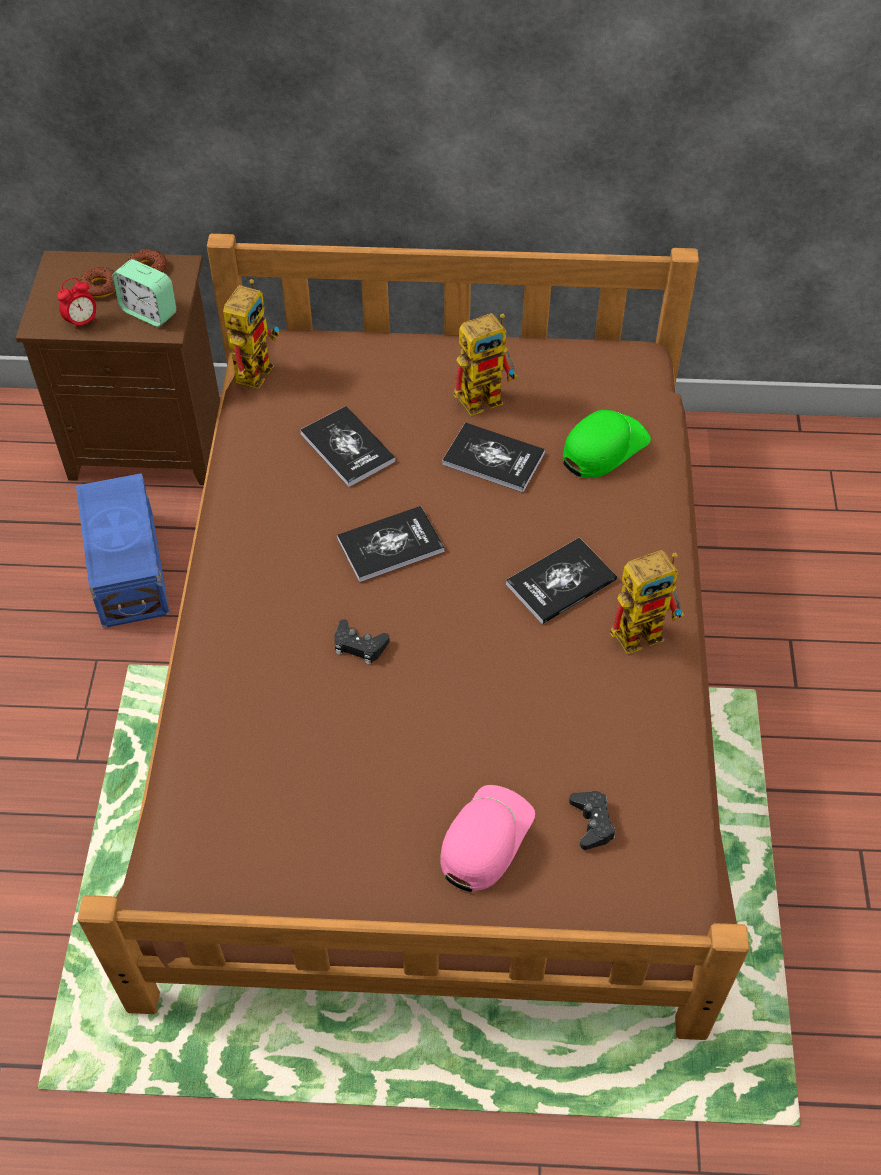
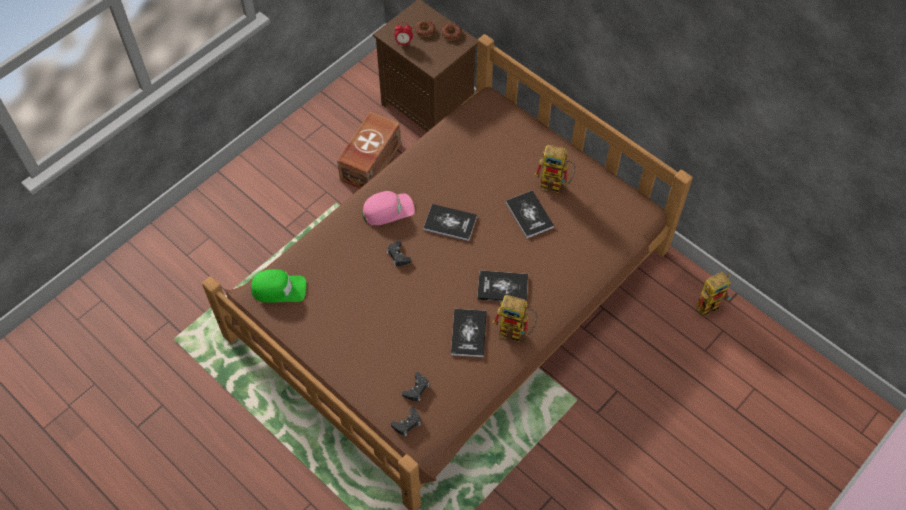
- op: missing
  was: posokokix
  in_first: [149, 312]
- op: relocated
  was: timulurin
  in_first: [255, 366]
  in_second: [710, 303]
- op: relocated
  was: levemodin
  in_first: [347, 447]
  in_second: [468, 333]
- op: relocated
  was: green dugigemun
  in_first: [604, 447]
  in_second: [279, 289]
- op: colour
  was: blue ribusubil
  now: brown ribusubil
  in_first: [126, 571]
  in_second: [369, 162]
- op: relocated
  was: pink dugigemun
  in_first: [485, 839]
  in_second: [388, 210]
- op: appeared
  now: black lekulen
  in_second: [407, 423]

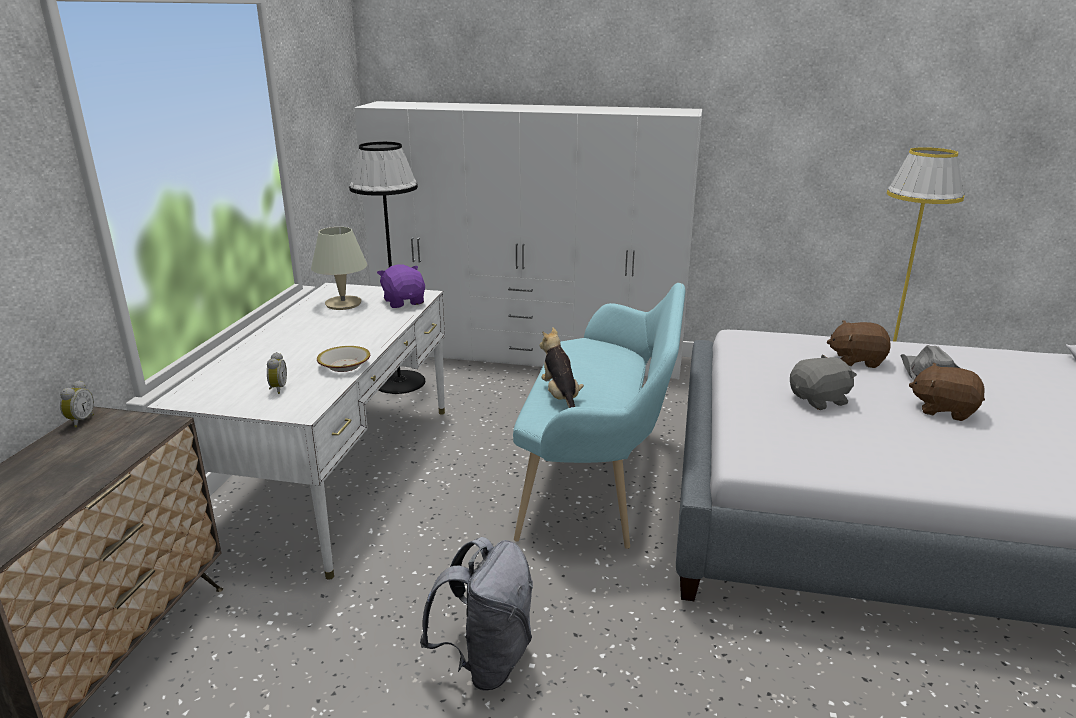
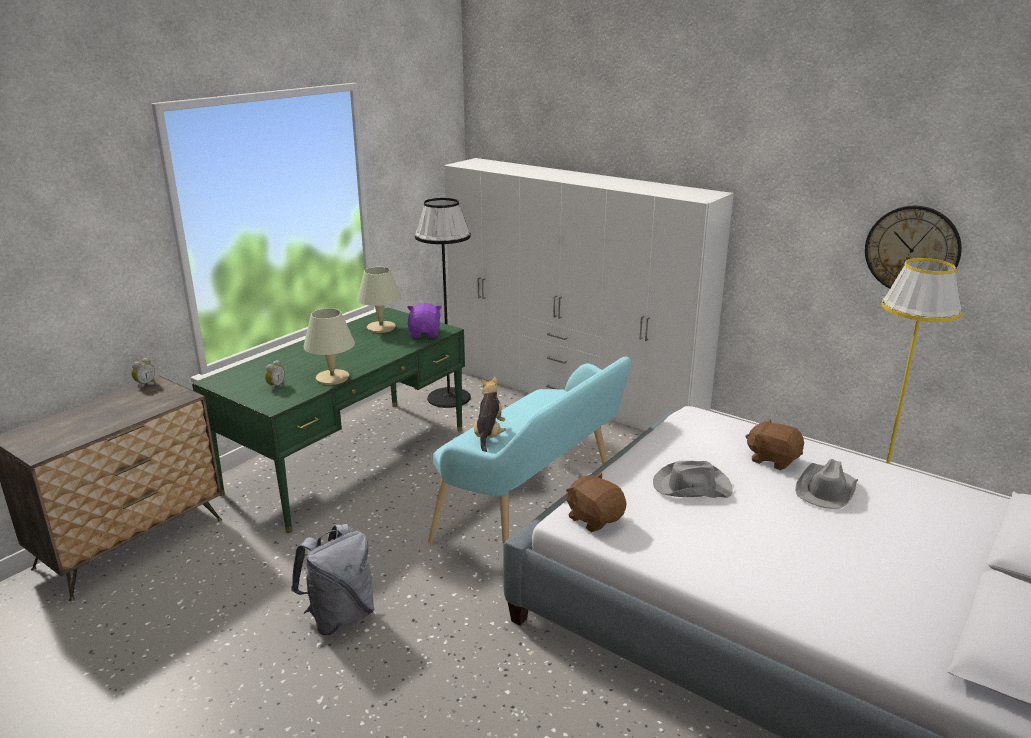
- op: colour
  was: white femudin
  now: green femudin
  in_first: [337, 474]
  in_second: [348, 460]
- op: exchanged
  was: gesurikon
  now: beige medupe
  in_first: [344, 366]
  in_second: [332, 378]
- op: exchanged
  was: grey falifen
  now: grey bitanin
  in_first: [819, 400]
  in_second: [691, 486]
- op: relocated
  was: brown falifen
  in_first: [943, 409]
  in_second: [594, 518]
- op: appeared
  now: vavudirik
  in_second: [912, 249]

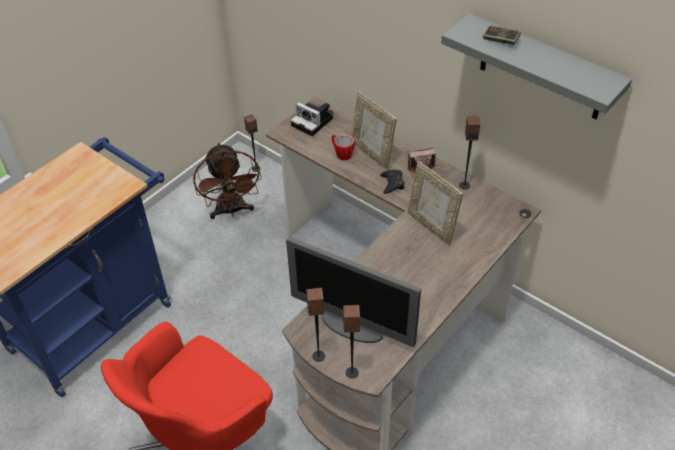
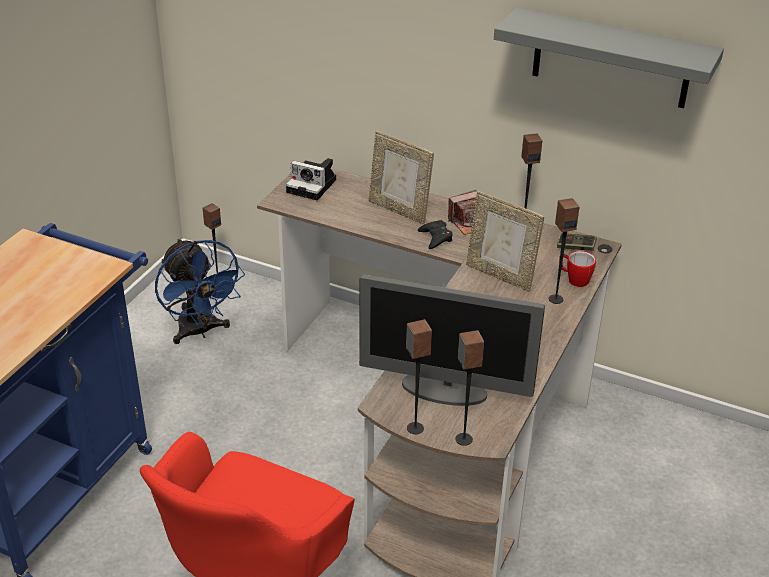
- op: relocated
  was: lekulen
  in_first: [500, 41]
  in_second: [575, 247]
- op: relocated
  was: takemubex
  in_first: [341, 154]
  in_second: [574, 279]
- op: colour
  was: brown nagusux
  now: blue nagusux
  in_first: [231, 211]
  in_second: [200, 331]
- op: appeared
  now: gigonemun
  in_second: [555, 299]

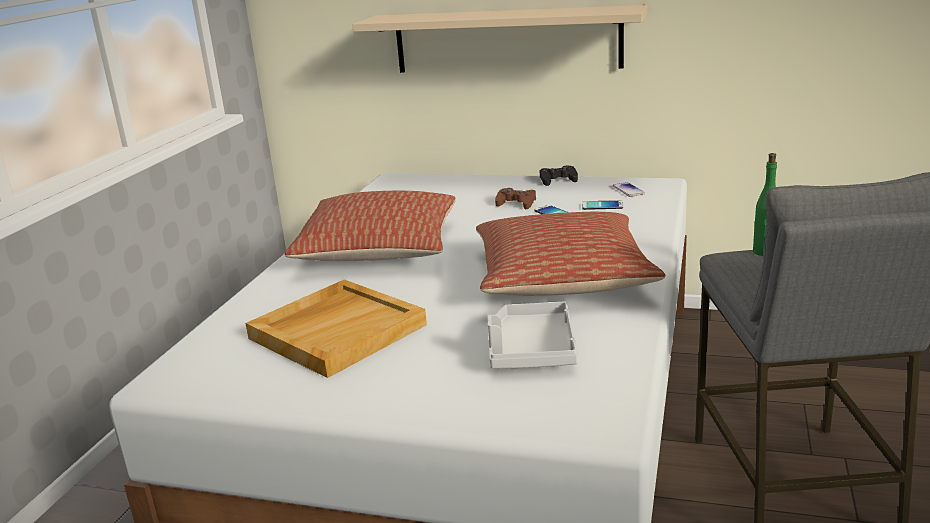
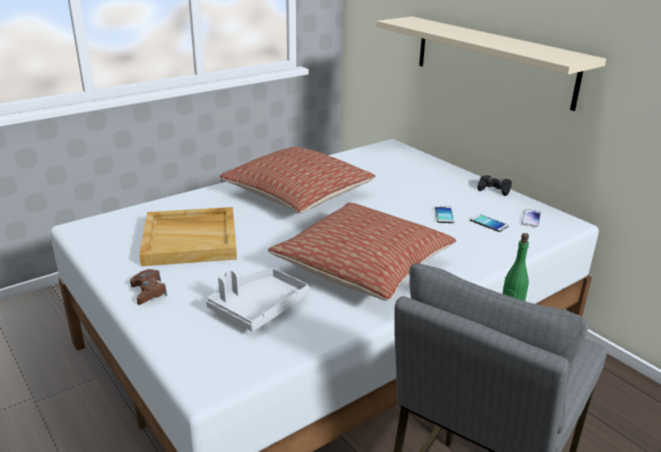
- op: relocated
  was: brown lekulen
  in_first: [516, 203]
  in_second: [149, 291]

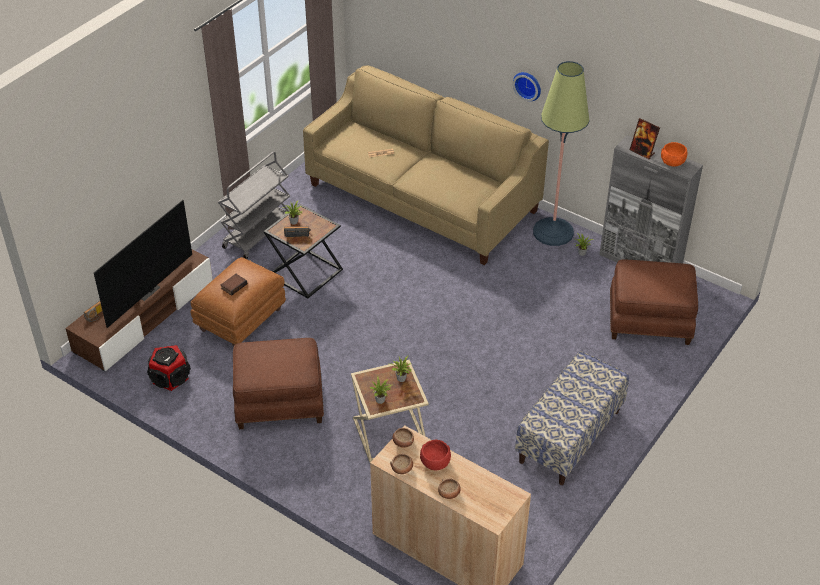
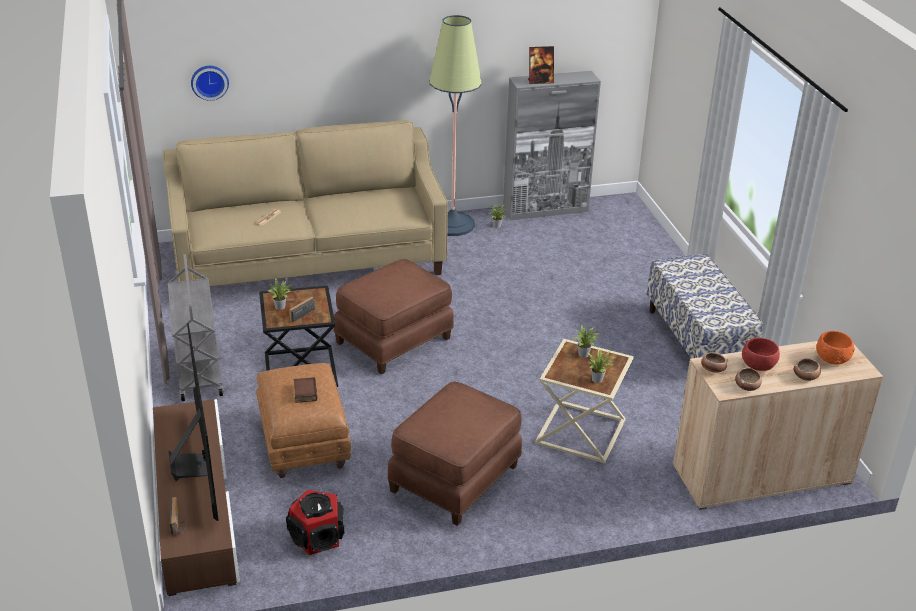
- op: relocated
  was: vavudirik
  in_first: [528, 85]
  in_second: [209, 81]
- op: relocated
  was: orange gesurikon
  in_first: [673, 162]
  in_second: [832, 358]
- op: relocated
  was: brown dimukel
  in_first: [649, 322]
  in_second: [394, 341]

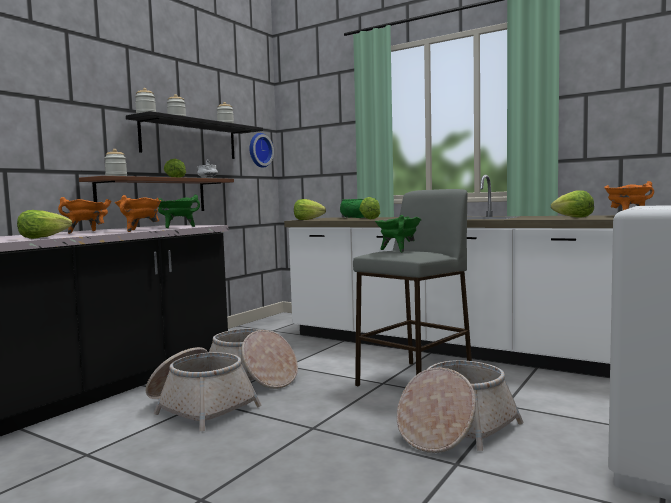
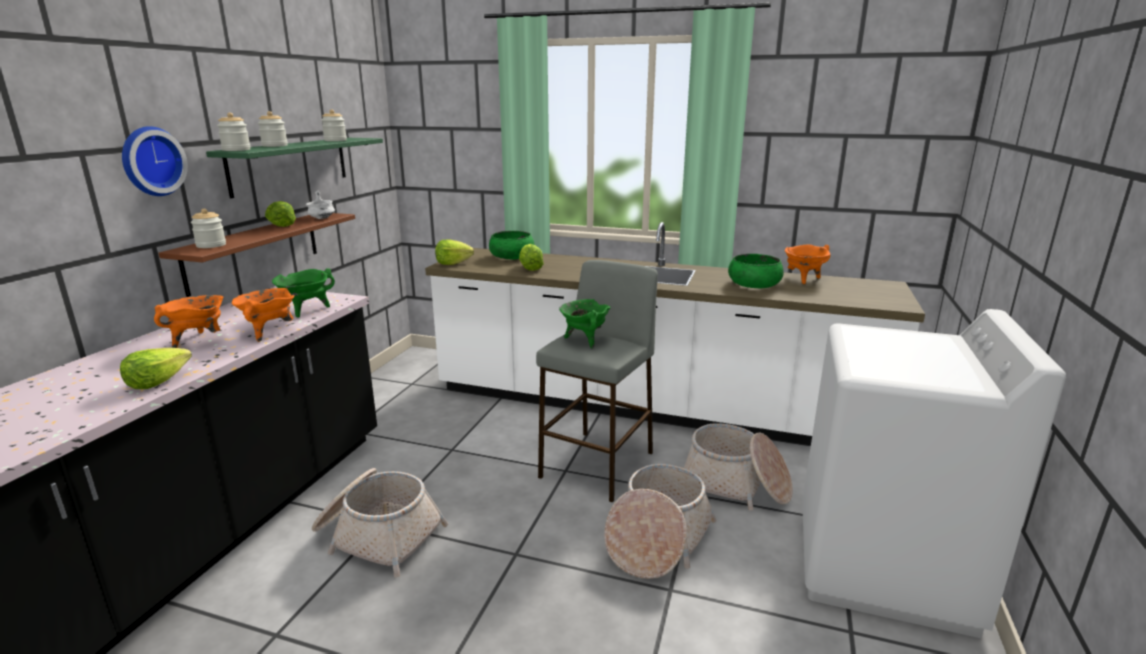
- op: colour
  was: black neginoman
  now: green neginoman
  in_first: [190, 139]
  in_second: [290, 165]
- op: relocated
  was: vavudirik
  in_first: [259, 150]
  in_second: [150, 161]
- op: exchanged
  was: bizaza
  now: green gesurikon
  in_first: [573, 217]
  in_second: [754, 284]
- op: relocated
  was: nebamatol
  in_first: [251, 379]
  in_second: [735, 485]

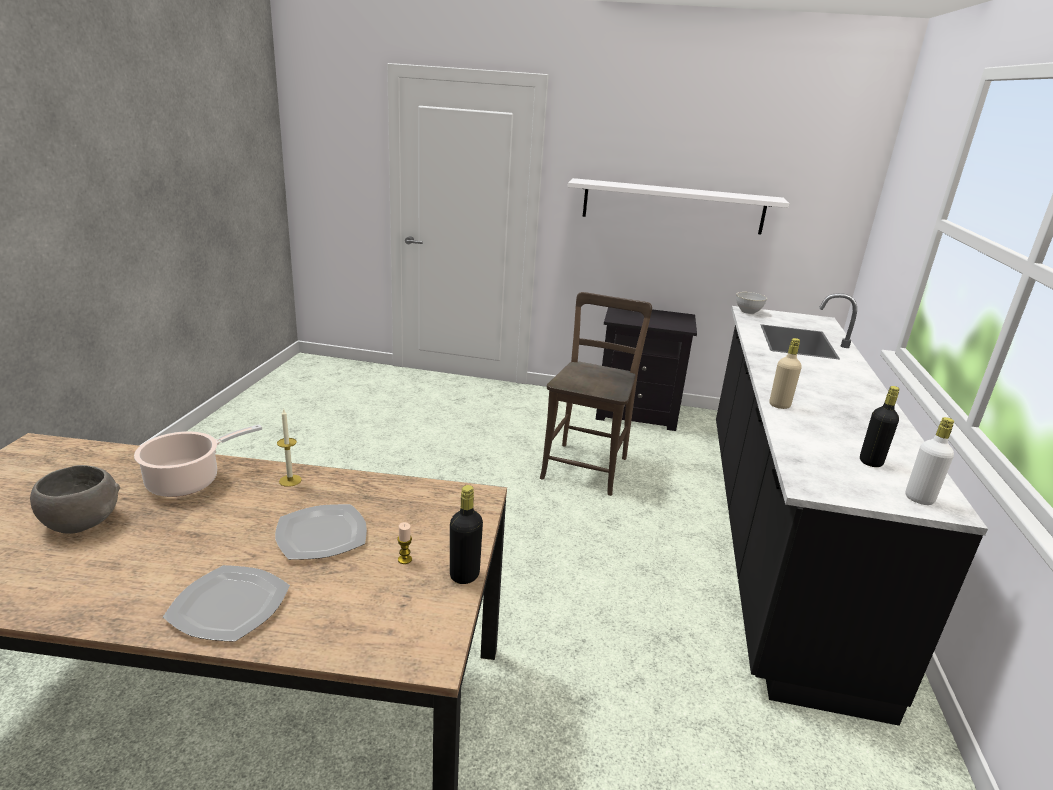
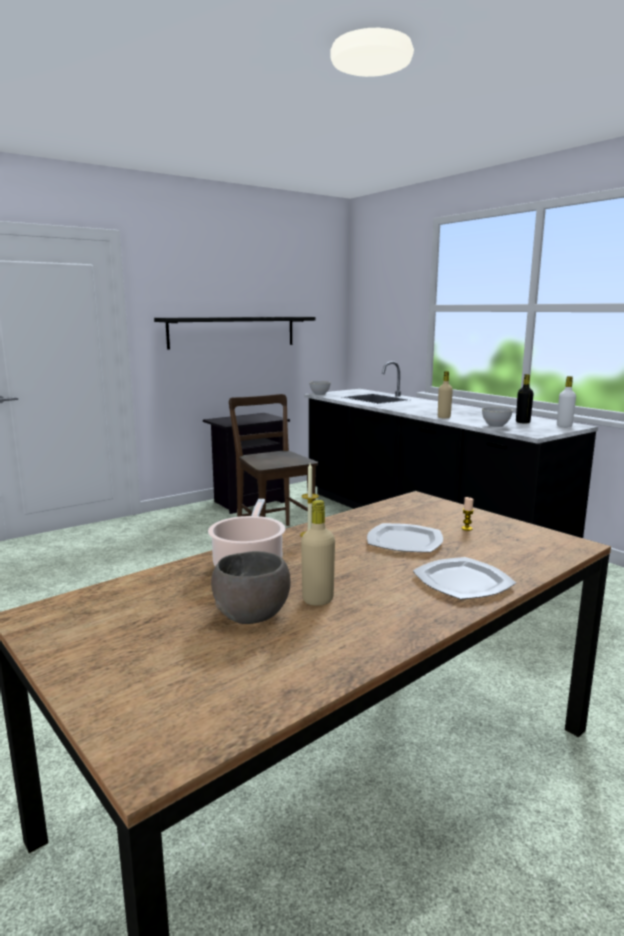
- op: colour
  was: white neginoman
  now: black neginoman
  in_first: [673, 206]
  in_second: [233, 332]
- op: missing
  was: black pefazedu
  in_first: [464, 575]
- op: appeared
  now: grey gesurikon
  in_second: [495, 425]
- op: appeared
  now: beige pefazedu
  in_second: [318, 600]

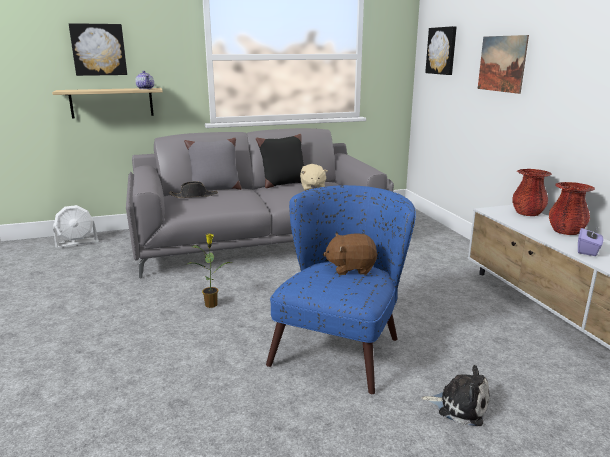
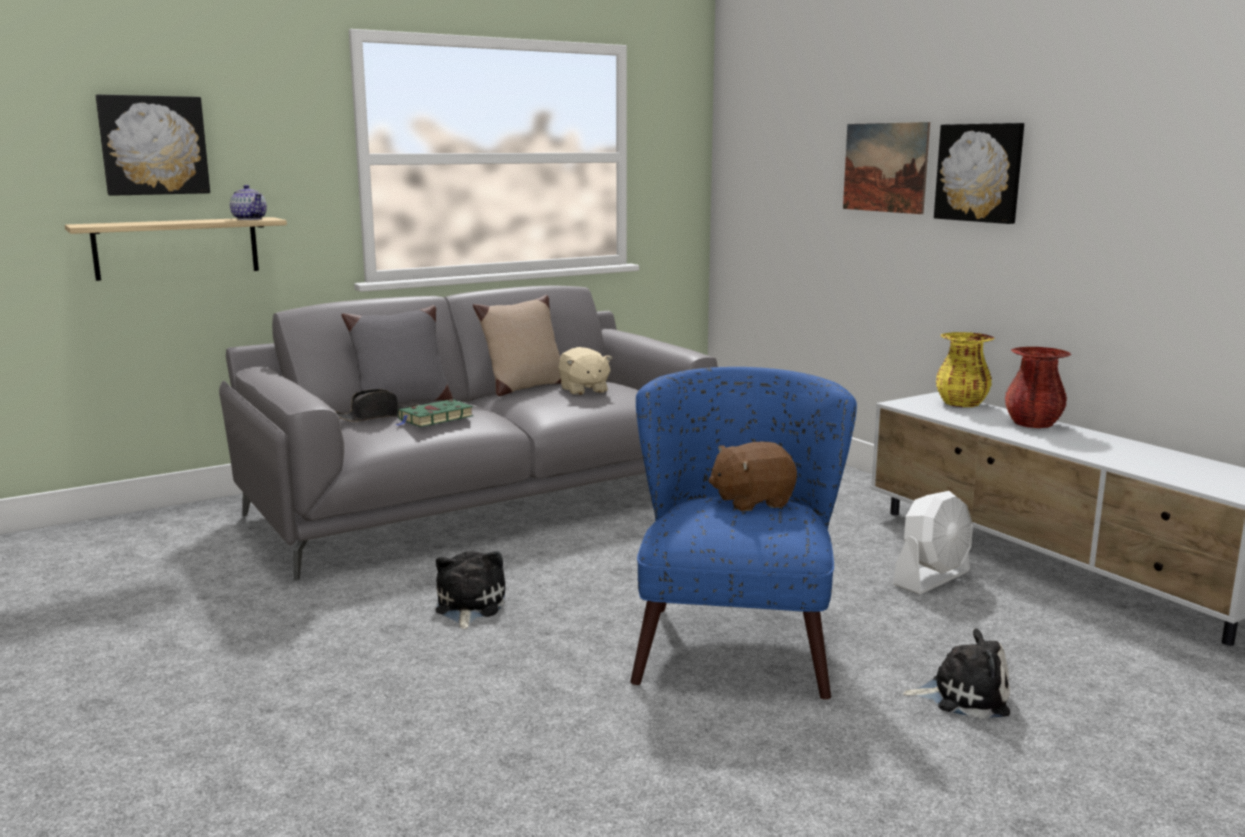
- op: relocated
  was: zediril
  in_first: [442, 51]
  in_second: [980, 172]
- op: colour
  was: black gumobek
  now: beige gumobek
  in_first: [283, 184]
  in_second: [524, 388]
- op: colour
  was: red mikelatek
  now: yellow mikelatek
  in_first: [527, 213]
  in_second: [961, 404]
- op: relocated
  was: white nagusux
  in_first: [77, 243]
  in_second: [932, 578]
- op: missing
  was: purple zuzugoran
  in_first: [588, 251]
- op: exchanged
  was: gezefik
  now: falifen
  in_first: [211, 304]
  in_second: [468, 606]
- op: appeared
  now: green levemodin
  in_second: [434, 418]

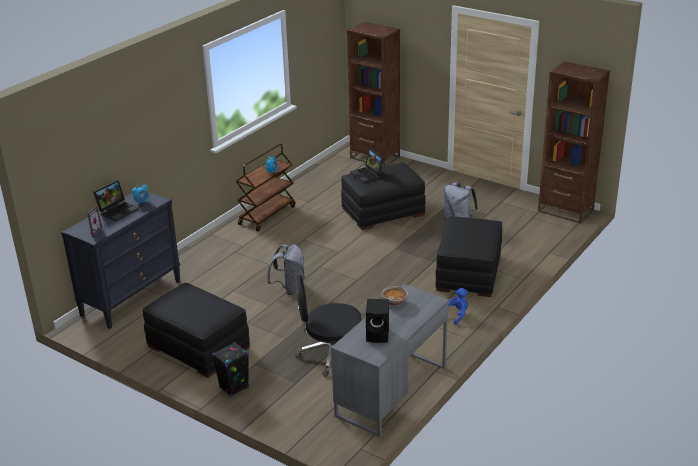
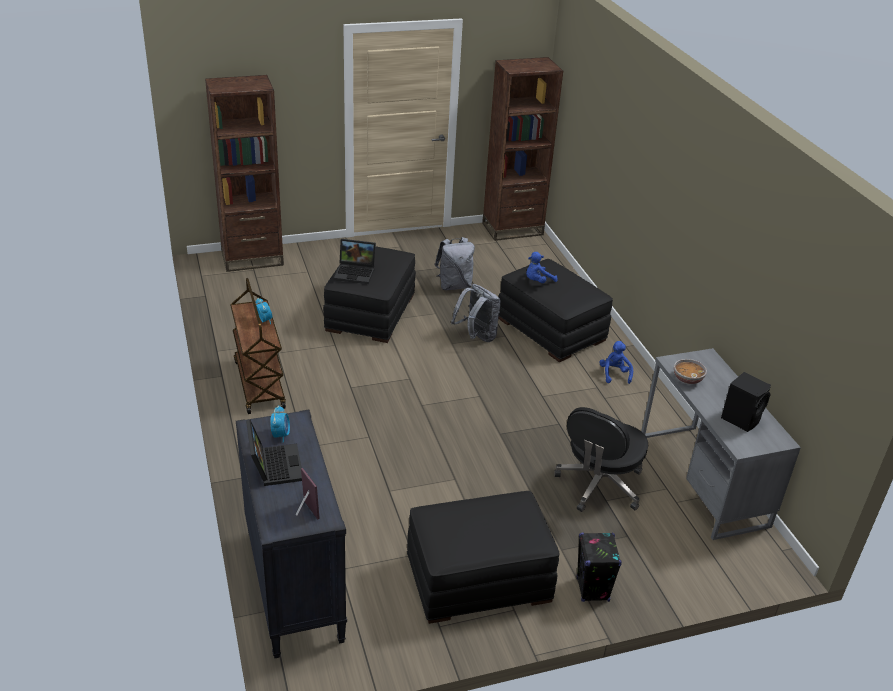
- op: relocated
  was: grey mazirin
  in_first: [289, 288]
  in_second: [476, 337]
- op: appeared
  now: blue falifen
  in_second: [538, 281]

